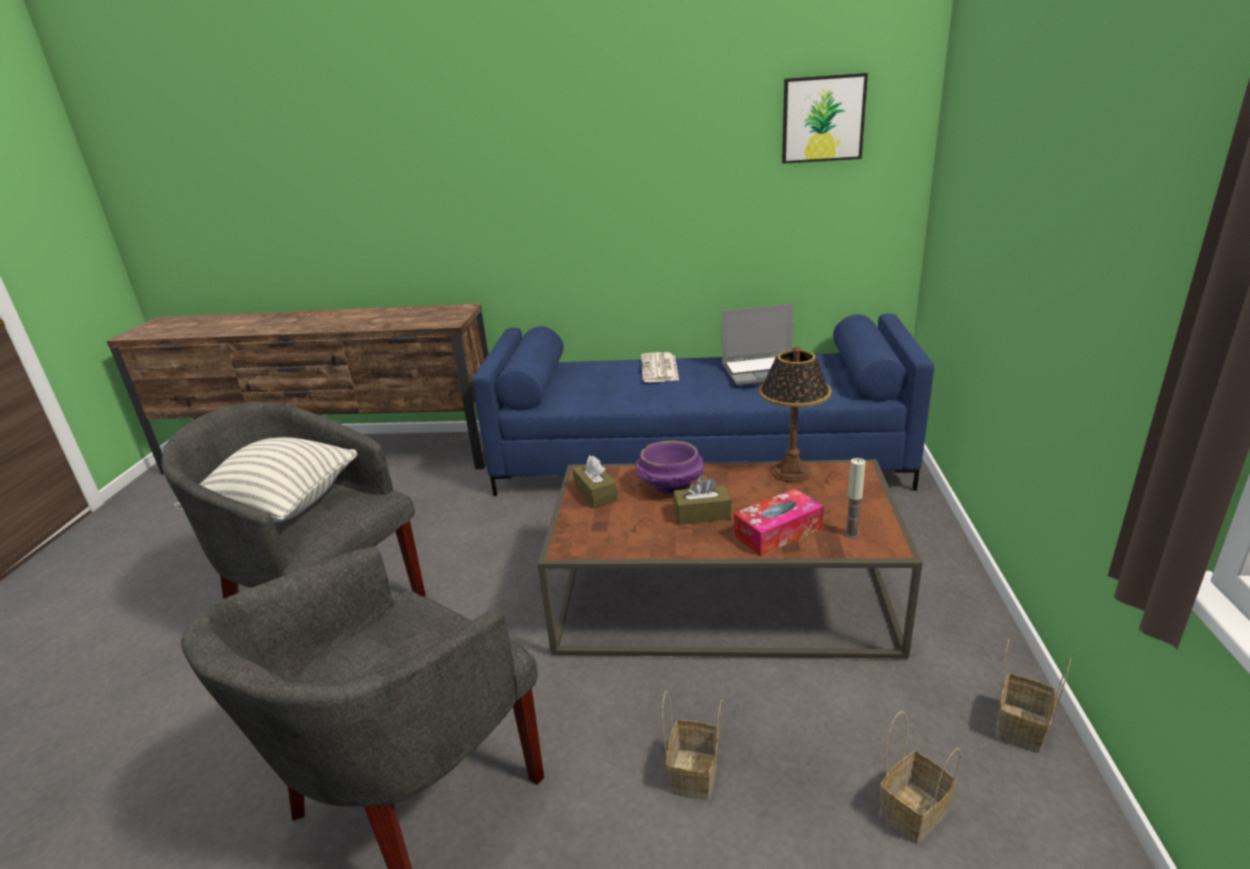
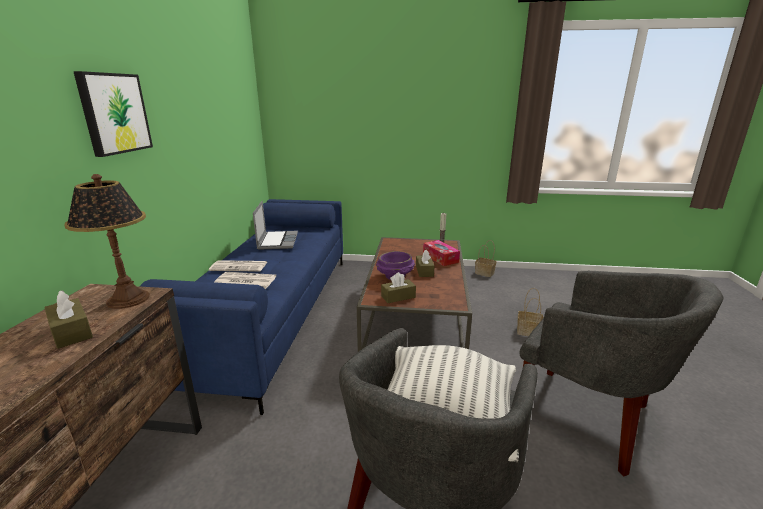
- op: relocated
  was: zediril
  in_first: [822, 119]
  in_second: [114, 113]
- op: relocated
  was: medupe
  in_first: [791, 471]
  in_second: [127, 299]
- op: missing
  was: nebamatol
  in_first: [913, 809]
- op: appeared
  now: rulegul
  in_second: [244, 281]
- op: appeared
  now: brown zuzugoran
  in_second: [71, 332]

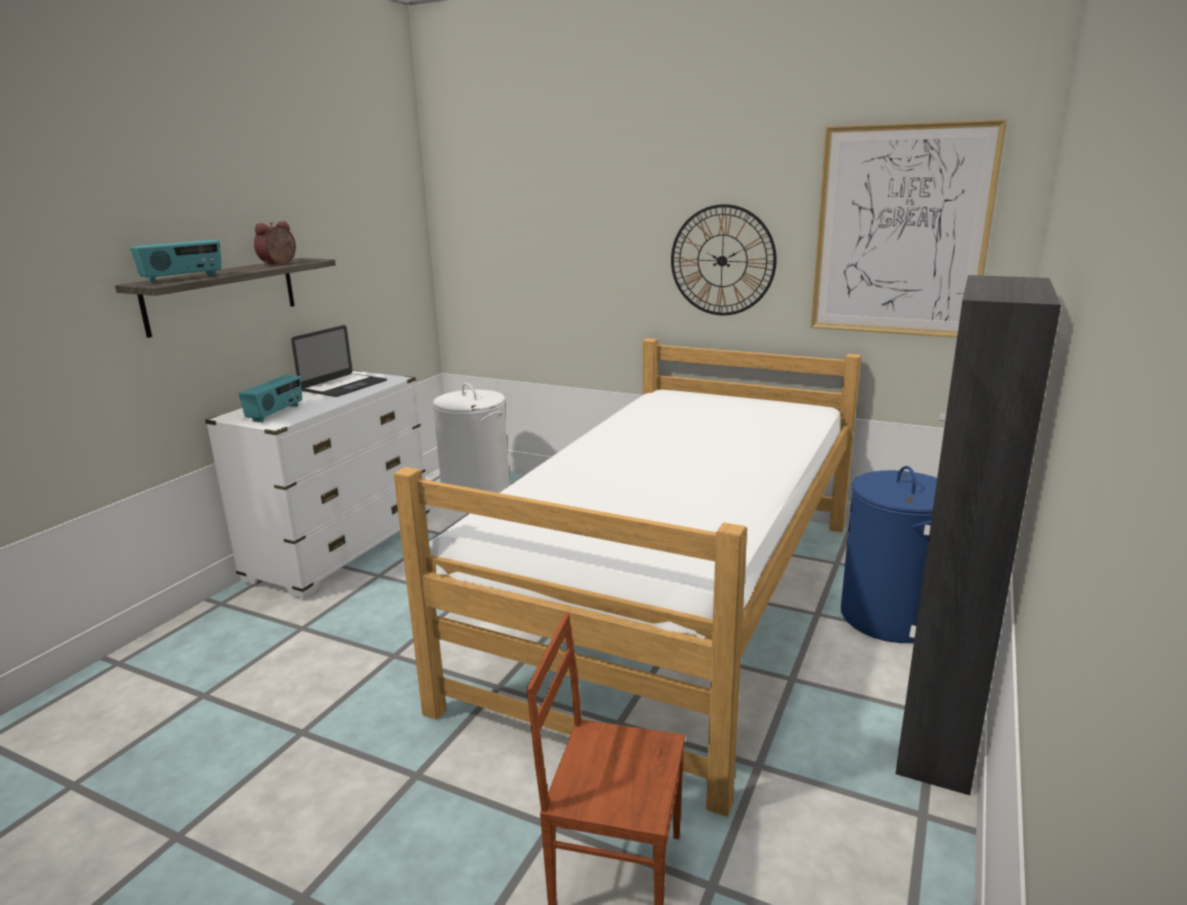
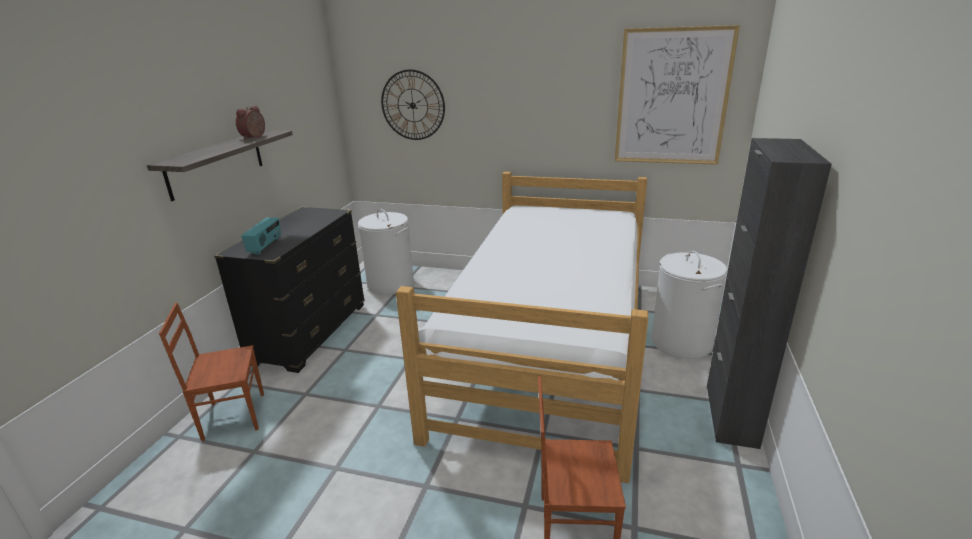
- op: relocated
  was: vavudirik
  in_first: [722, 261]
  in_second: [412, 105]
- op: missing
  was: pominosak
  in_first: [183, 278]
- op: missing
  was: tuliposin
  in_first: [344, 385]
- op: colour
  was: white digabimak
  now: black digabimak
  in_first: [342, 549]
  in_second: [310, 333]
- op: colour
  was: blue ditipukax
  now: white ditipukax
  in_first: [889, 617]
  in_second: [681, 342]
- op: appeared
  now: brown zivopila
  in_second: [233, 416]

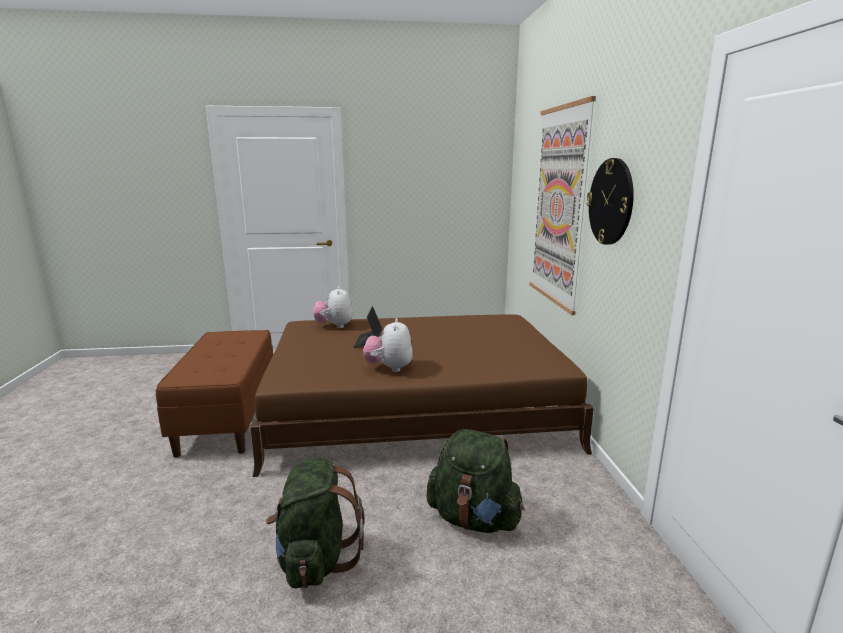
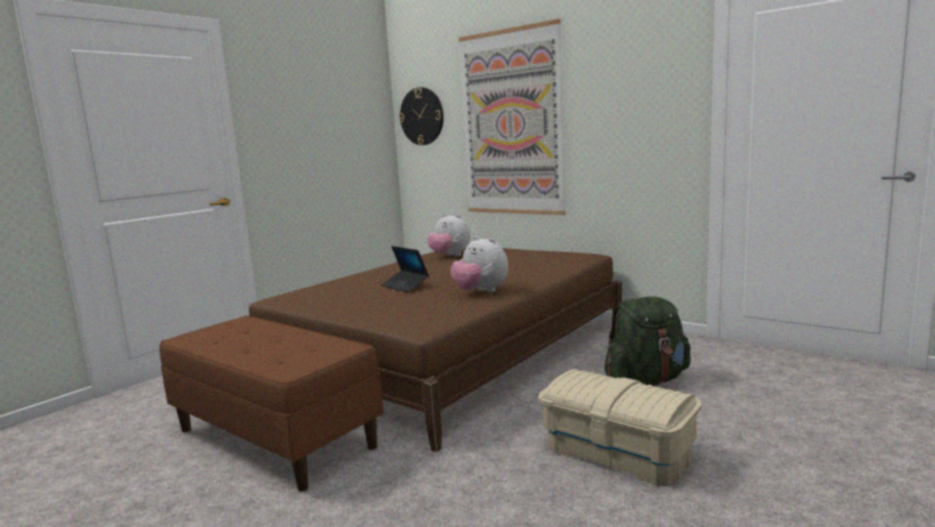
- op: relocated
  was: vavudirik
  in_first: [611, 202]
  in_second: [422, 116]
- op: relocated
  was: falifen
  in_first: [334, 326]
  in_second: [450, 256]
- op: exchanged
  was: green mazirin
  now: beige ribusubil
  in_first: [315, 559]
  in_second: [618, 452]

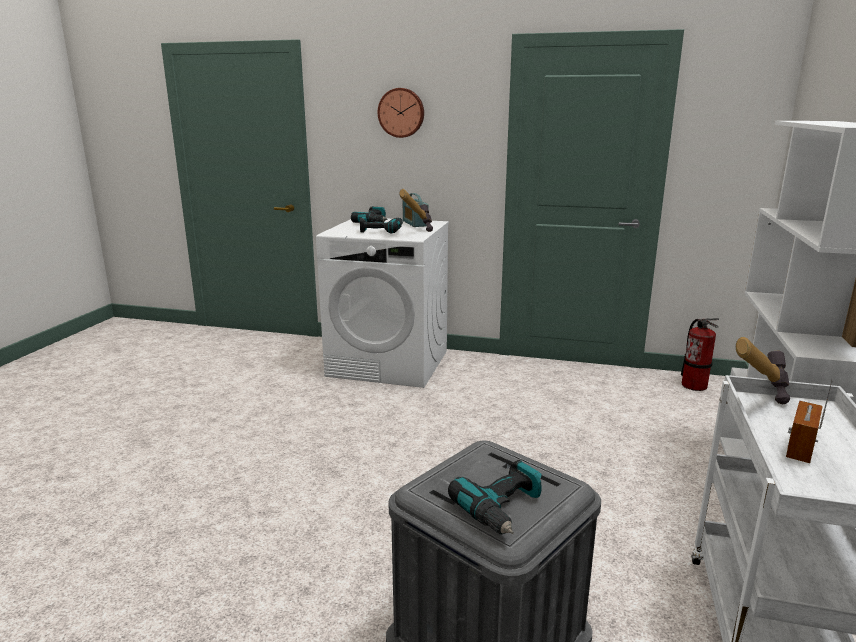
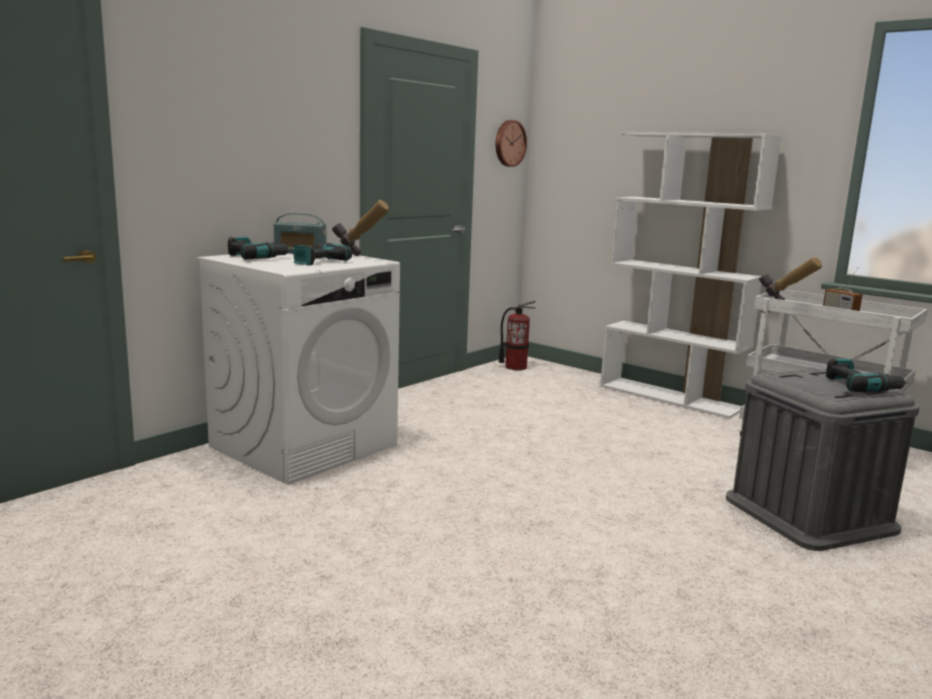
- op: relocated
  was: vavudirik
  in_first: [401, 113]
  in_second: [509, 143]

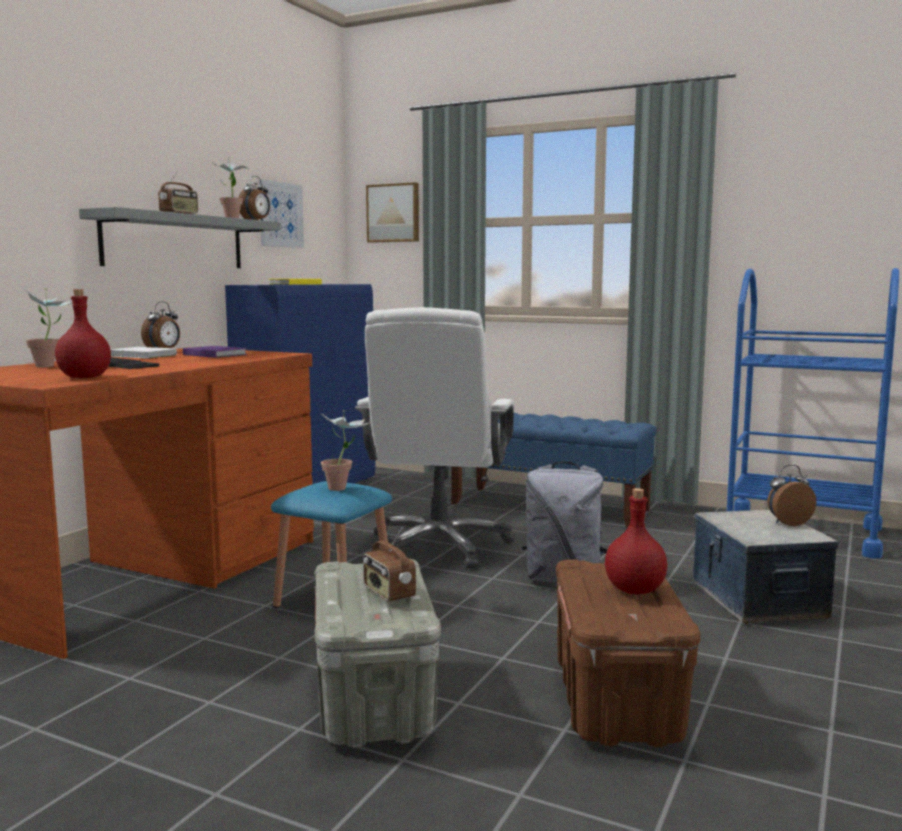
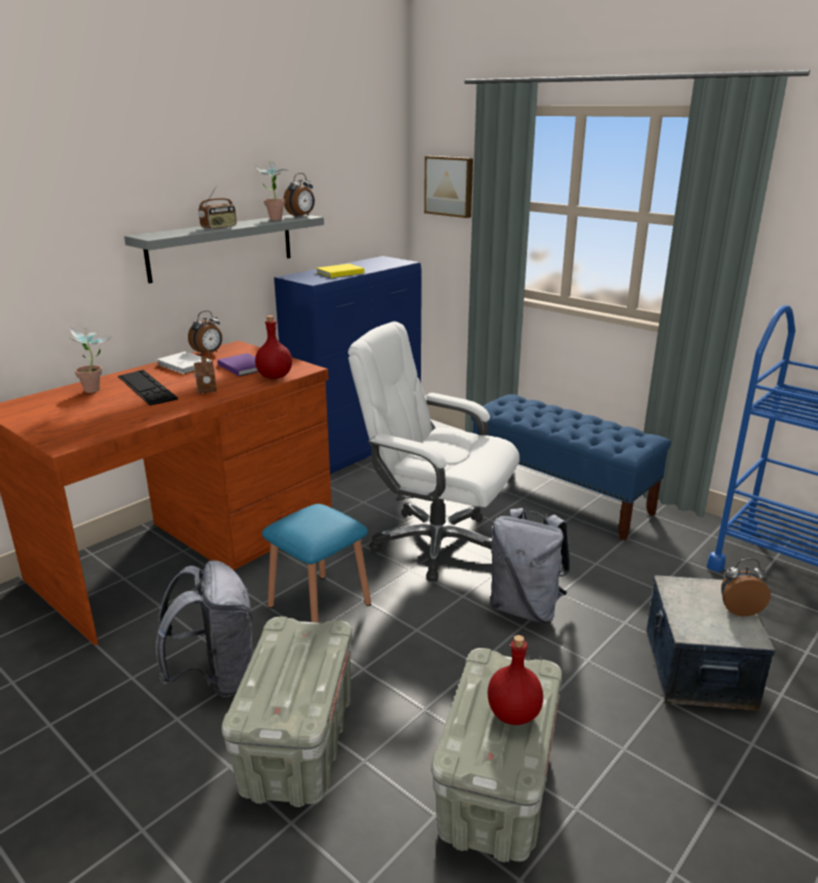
- op: missing
  was: zediril
  in_first: [280, 215]
- op: relocated
  was: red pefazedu
  in_first: [84, 377]
  in_second: [274, 376]
- op: spun
  was: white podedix
  in_first: [439, 546]
  in_second: [435, 543]
  clockwise: 90
- op: missing
  was: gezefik
  in_first: [344, 488]
- op: relocated
  was: pominosak
  in_first: [388, 593]
  in_second: [206, 388]
- op: colour
  was: brown ribusubil
  now: grey ribusubil
  in_first: [618, 702]
  in_second: [497, 790]
- op: appeared
  now: grey mazirin
  in_second: [216, 676]

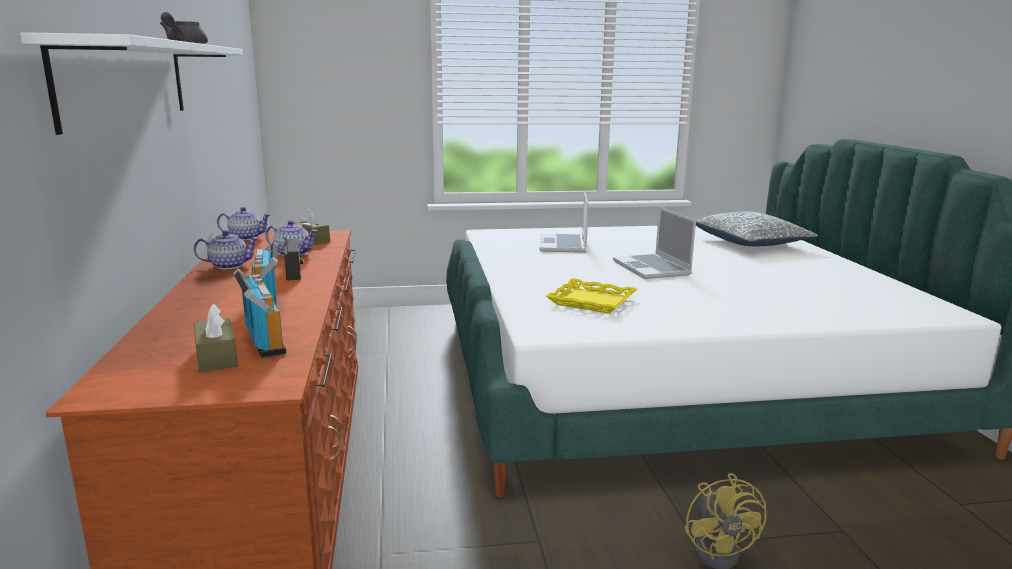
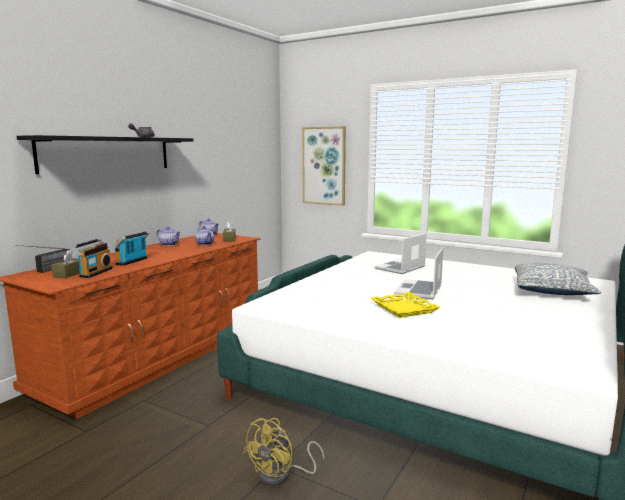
- op: colour
  was: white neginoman
  now: black neginoman
  in_first: [127, 81]
  in_second: [107, 154]
- op: relocated
  was: pominosak
  in_first: [295, 276]
  in_second: [47, 270]
- op: relocated
  was: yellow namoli
  in_first: [591, 302]
  in_second: [403, 309]
- op: appeared
  now: zediril
  in_second: [324, 166]

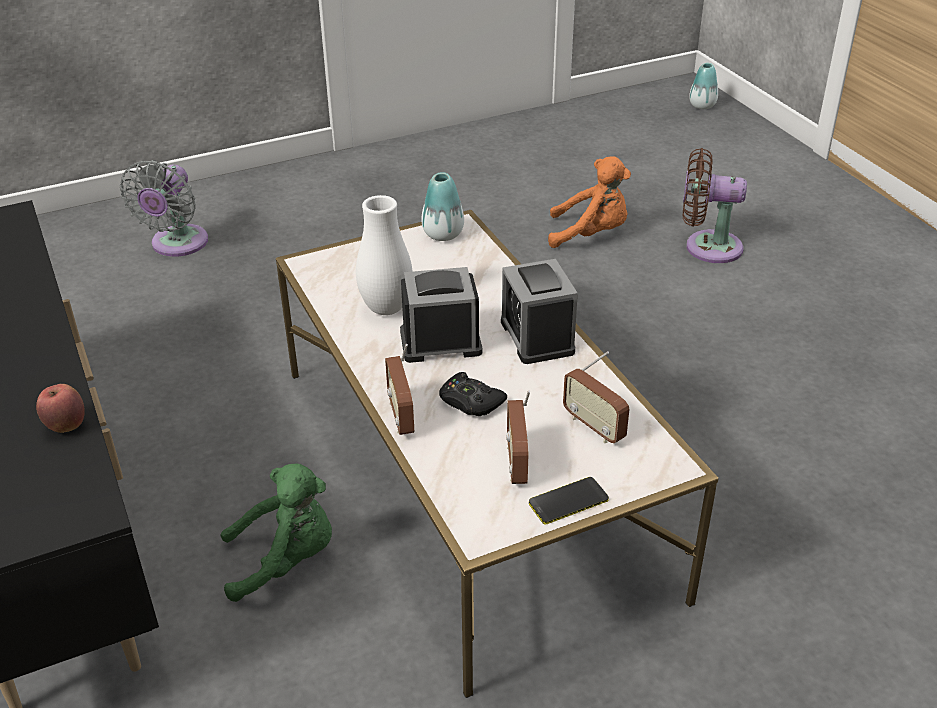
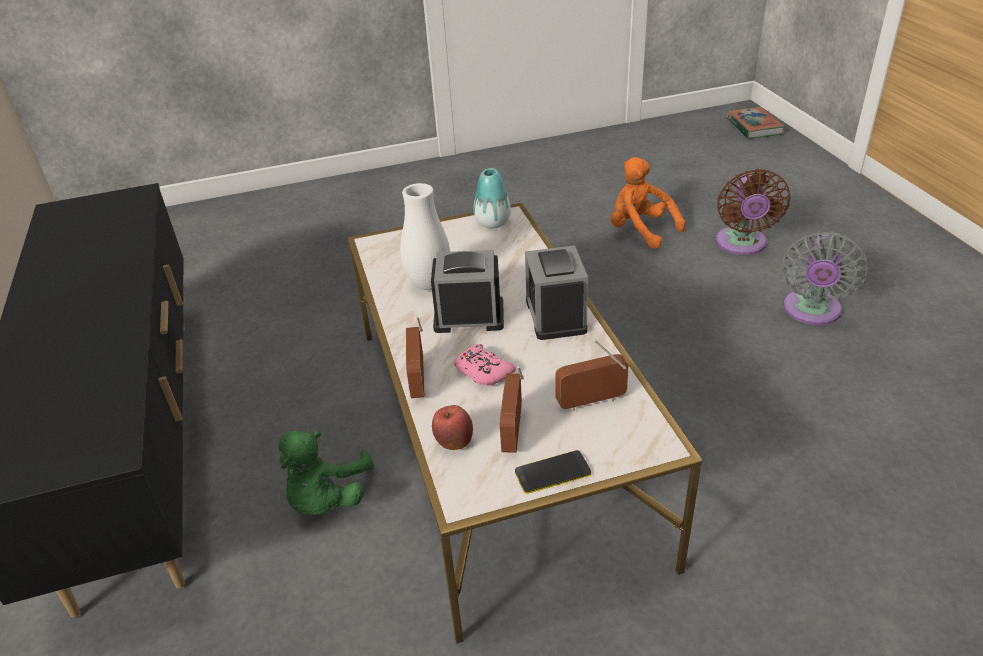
- op: exchanged
  was: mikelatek
  now: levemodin
  in_first: [702, 106]
  in_second: [753, 127]
- op: spun
  was: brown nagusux
  in_first: [707, 247]
  in_second: [741, 245]
  clockwise: -105
- op: spun
  was: orange falifen
  in_first: [591, 234]
  in_second: [640, 230]
  clockwise: -150
- op: relocated
  was: grey nagusux
  in_first: [177, 245]
  in_second: [811, 312]
- op: spun
  was: pominosak
  in_first: [594, 427]
  in_second: [591, 402]
  clockwise: 105
- op: colour
  was: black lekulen
  now: pink lekulen
  in_first: [470, 402]
  in_second: [483, 371]
- op: relocated
  was: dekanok
  in_first: [66, 426]
  in_second: [454, 442]
- op: spun
  was: green falifen
  in_first: [286, 560]
  in_second: [327, 499]
  clockwise: 105

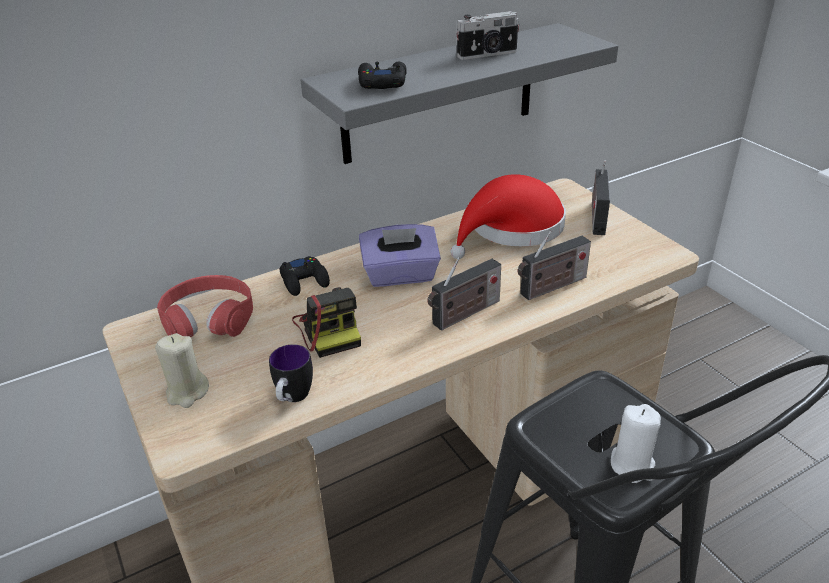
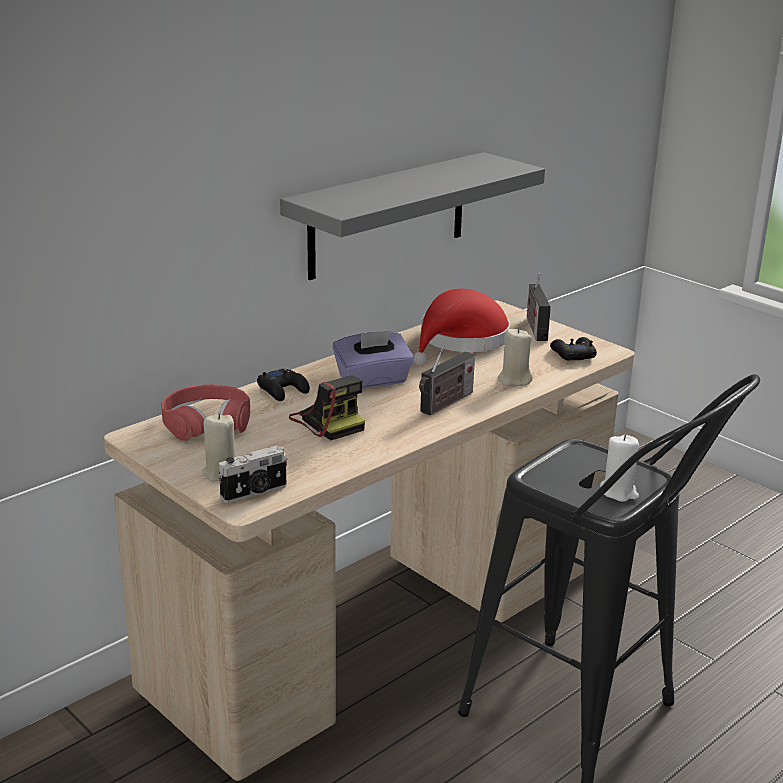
- op: relocated
  was: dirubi
  in_first: [488, 54]
  in_second: [255, 493]
- op: relocated
  was: black lekulen
  in_first: [382, 83]
  in_second: [572, 354]
- op: exchanged
  was: pominosak
  now: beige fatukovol
  in_first: [551, 287]
  in_second: [514, 380]
- op: missing
  was: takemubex
  in_first: [293, 399]

